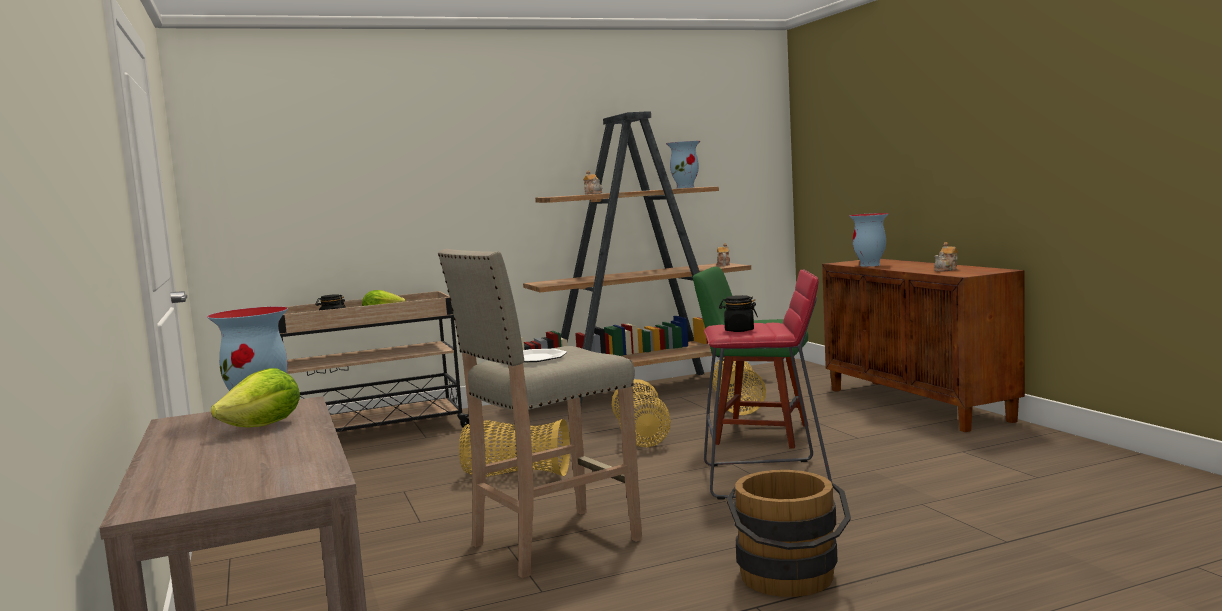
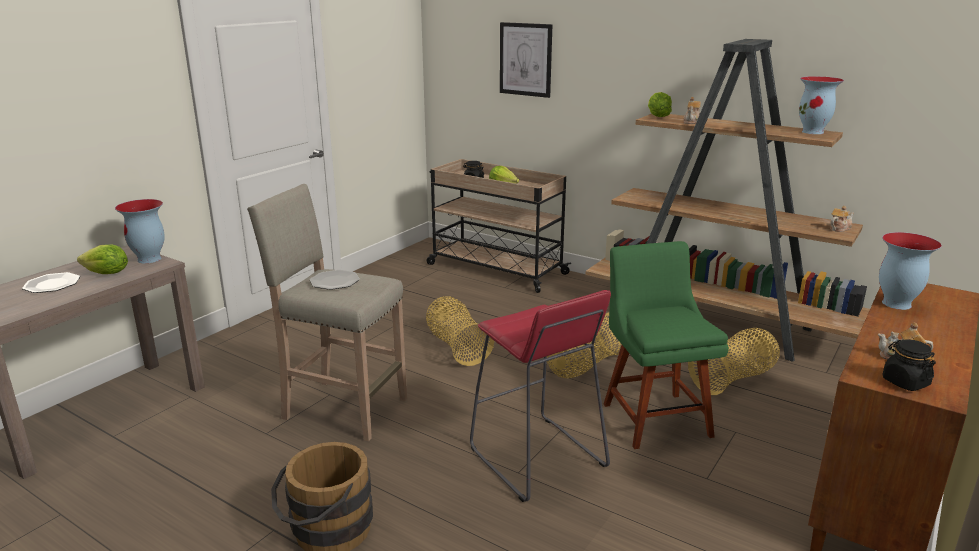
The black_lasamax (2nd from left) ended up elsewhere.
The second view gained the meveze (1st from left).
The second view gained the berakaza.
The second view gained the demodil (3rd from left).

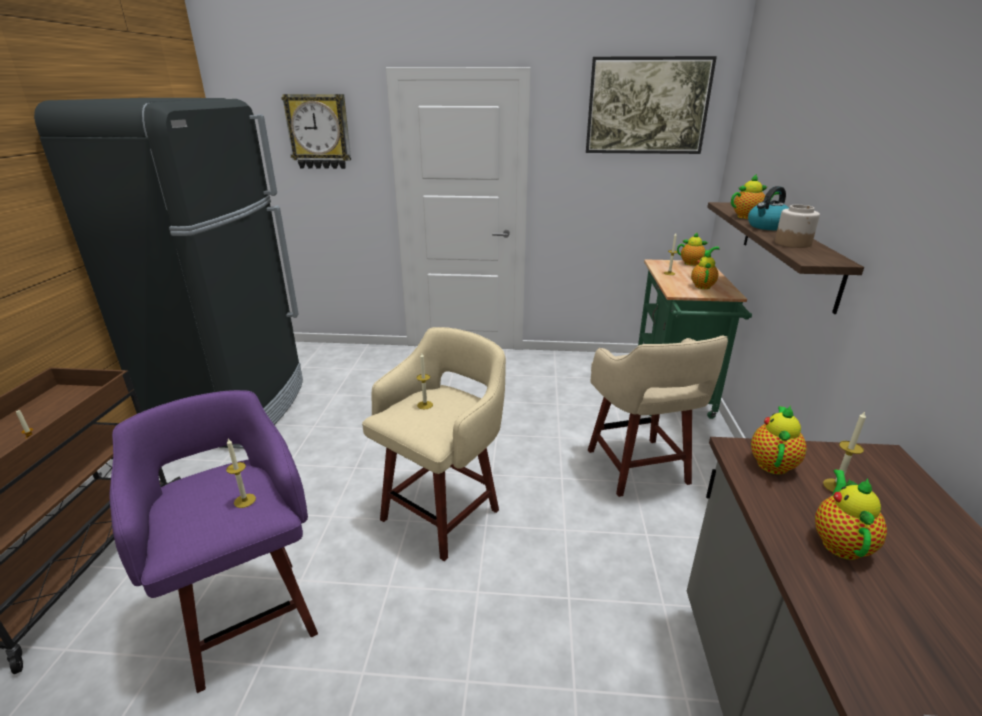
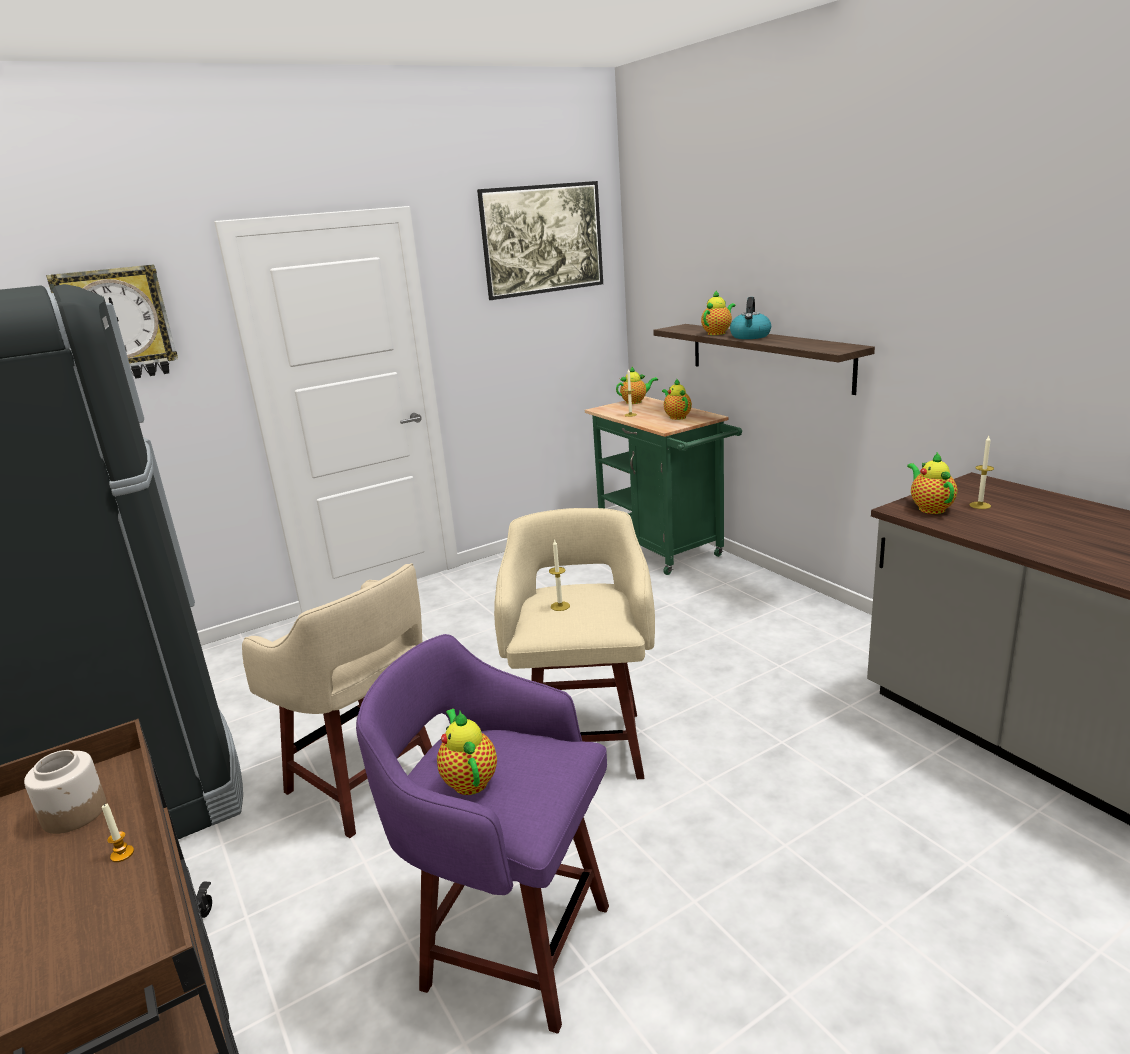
The second view lost the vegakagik (2nd from left).
The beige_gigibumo (2nd from left in the first image) ended up elsewhere.
The lasamax ended up elsewhere.
The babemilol (5th from left in the first image) ended up elsewhere.

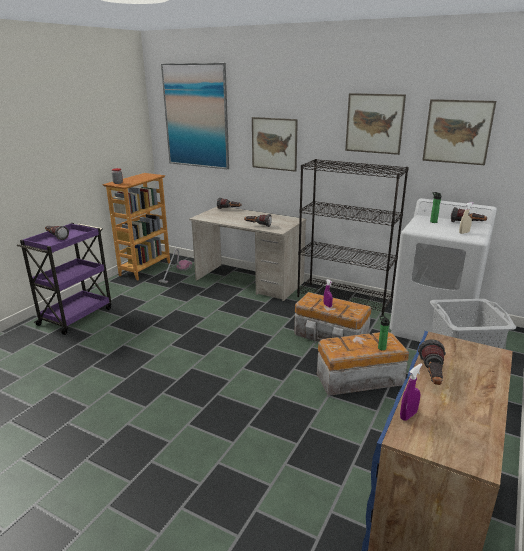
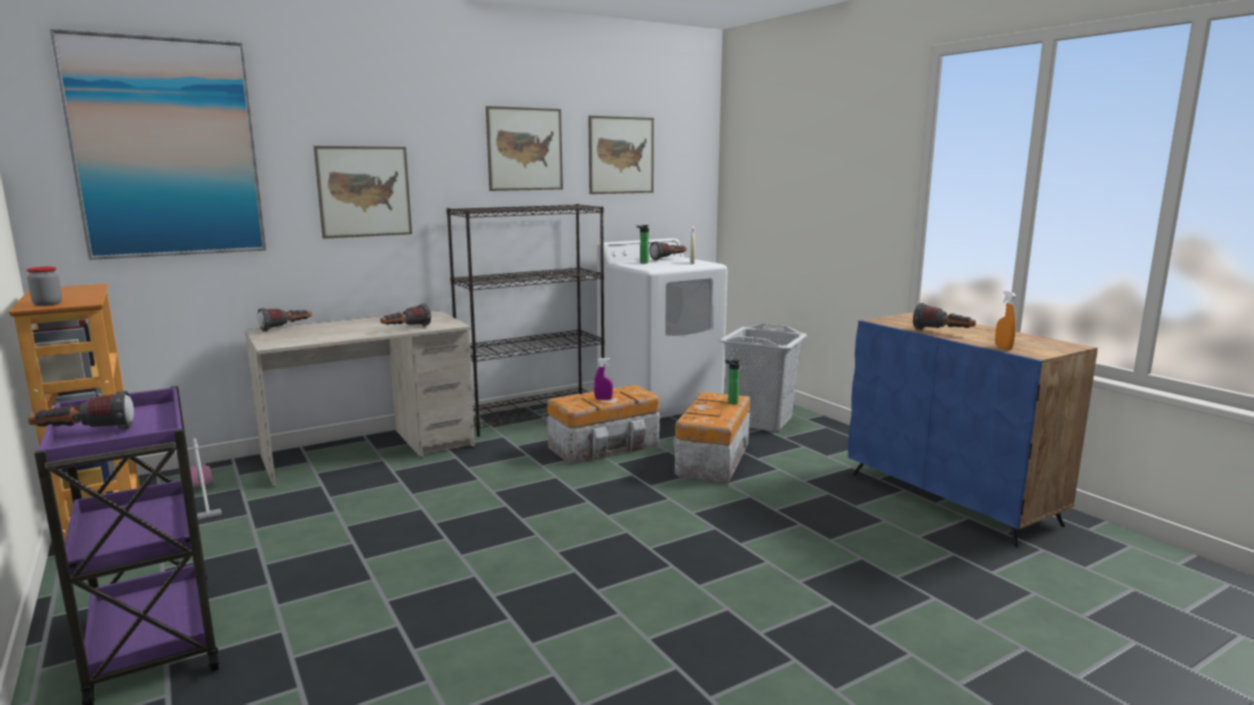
What was the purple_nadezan (2nd from left) turned into the orange_nadezan.

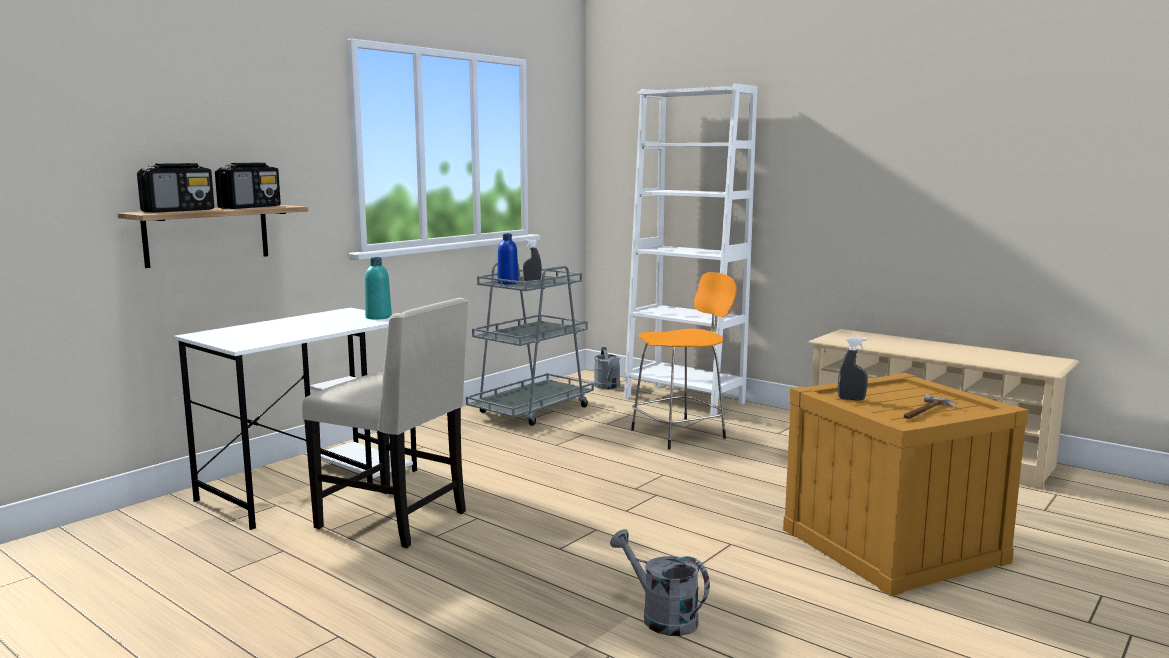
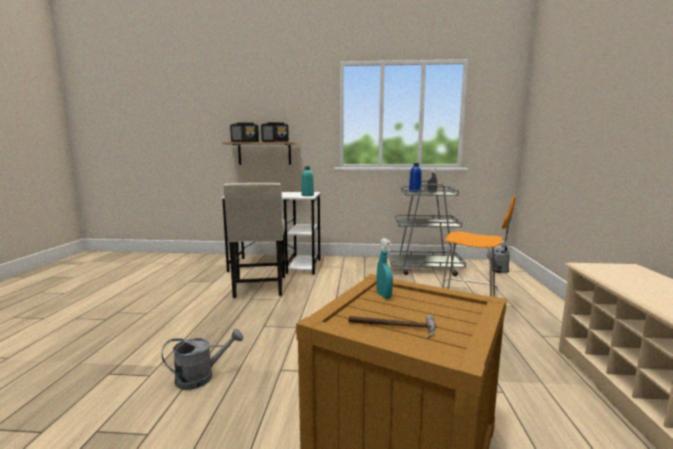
The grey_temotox (2nd from left in the first image) ended up facing another way, 60 degrees clockwise from before.
The second view lost the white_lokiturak.
What was the grey_nadezan (2nd from left) turned into the turquoise_nadezan.

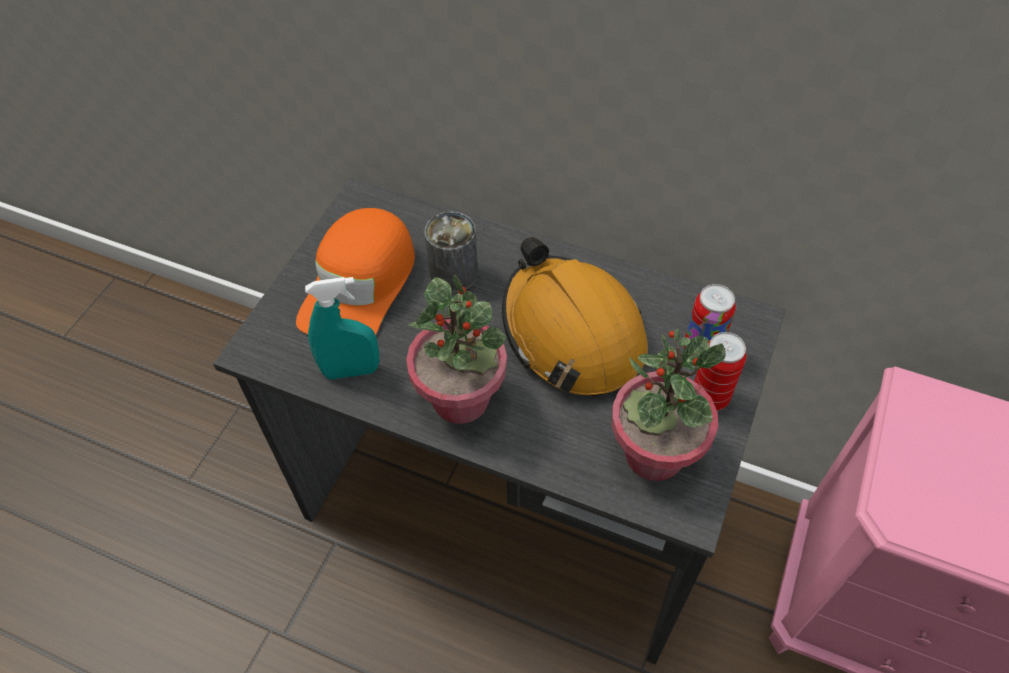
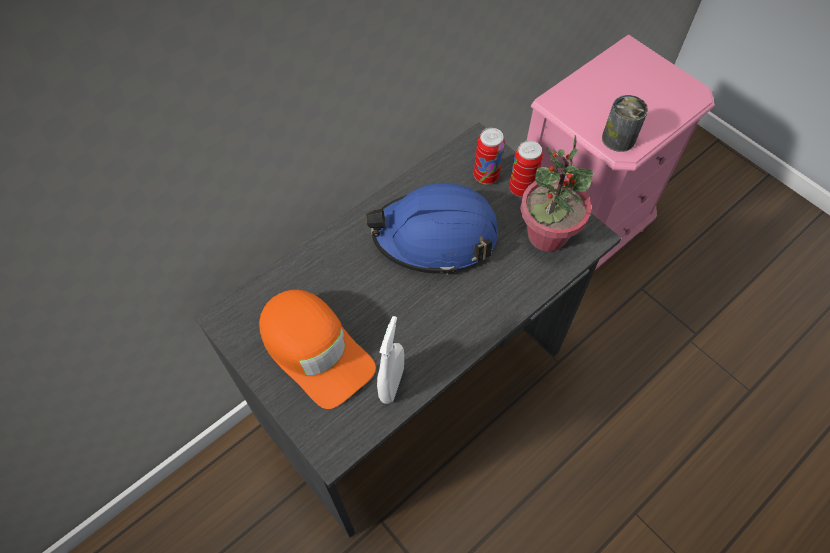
What was the turquoise_nadezan turned into the white_nadezan.
The second view lost the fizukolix (1st from left).
The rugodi (1st from left in the first image) ended up elsewhere.
What was the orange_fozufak turned into the blue_fozufak.

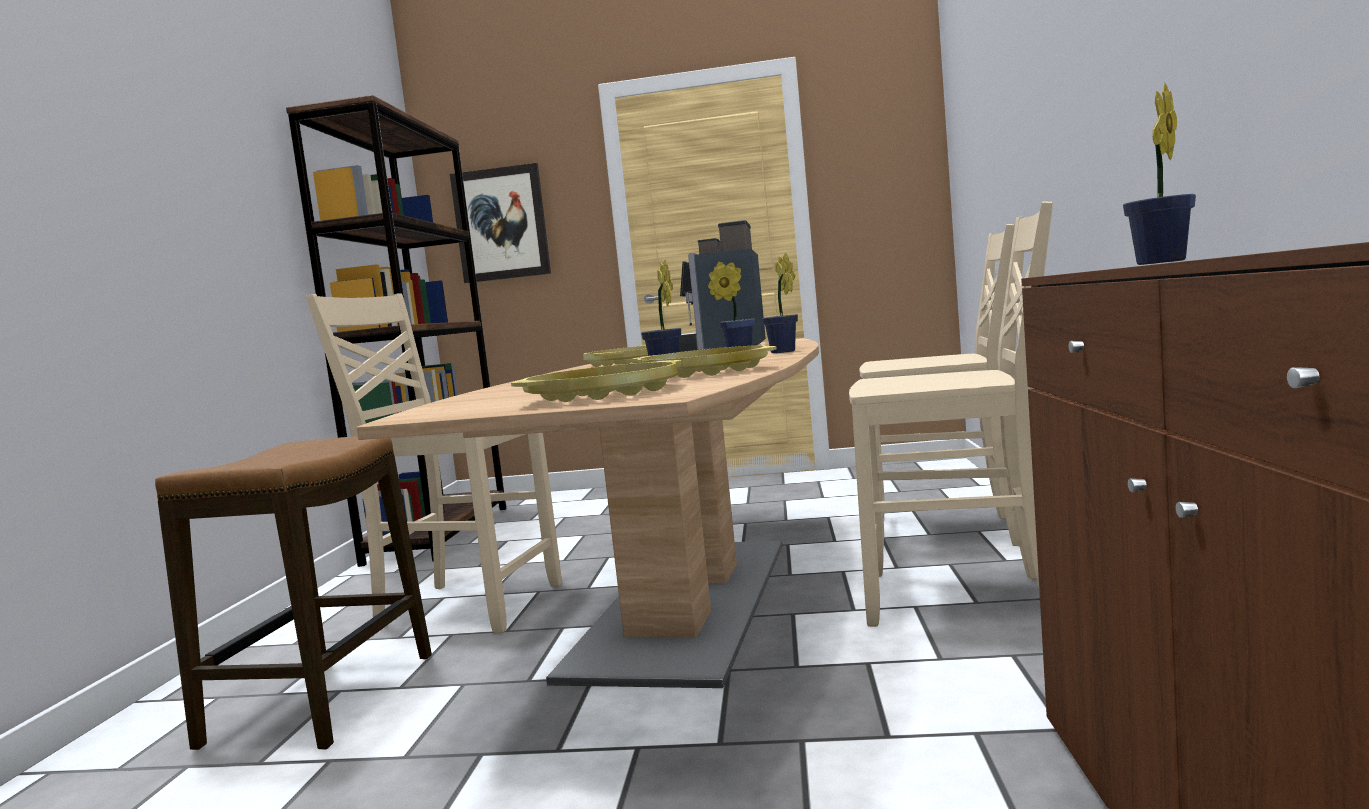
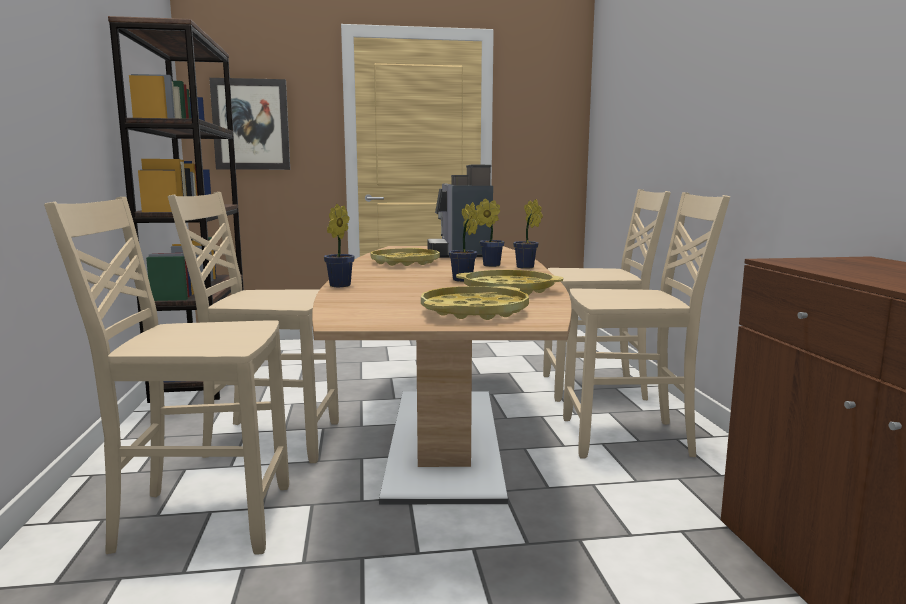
Where the gigibumo stood, the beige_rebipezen (1st from left) came to stand.
The fizukolix (4th from left in the first image) ended up elsewhere.

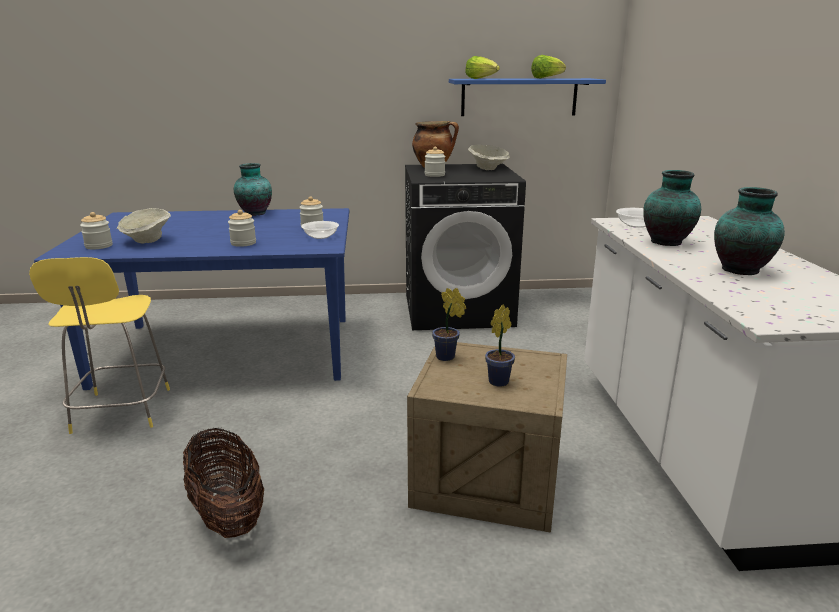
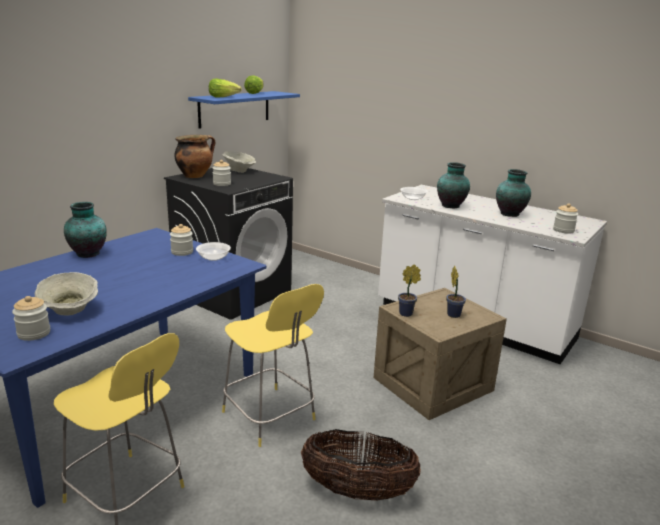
The lasamax (2nd from left in the first image) ended up elsewhere.
The second view gained the yellow_gigibumo (2nd from left).

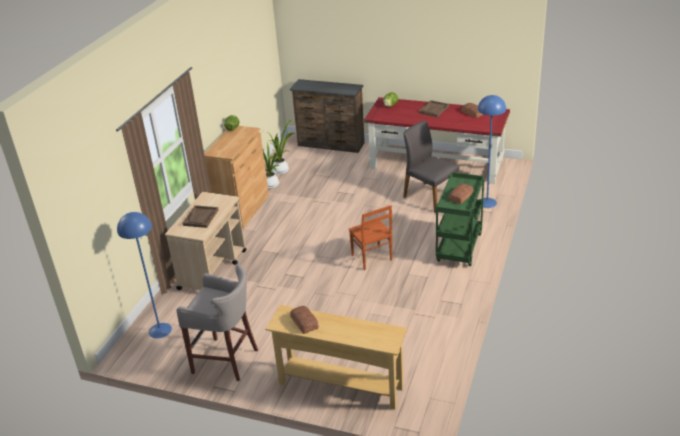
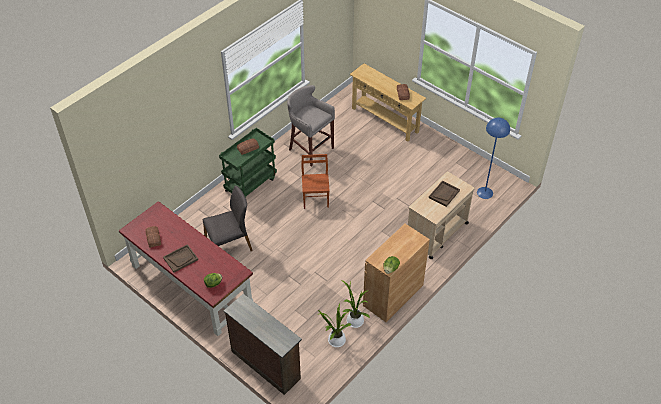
The grey_gigibumo ended up elsewhere.
The grey_rebipezen ended up facing another way, 90 degrees counterclockwise from before.
The second view lost the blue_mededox (2nd from left).

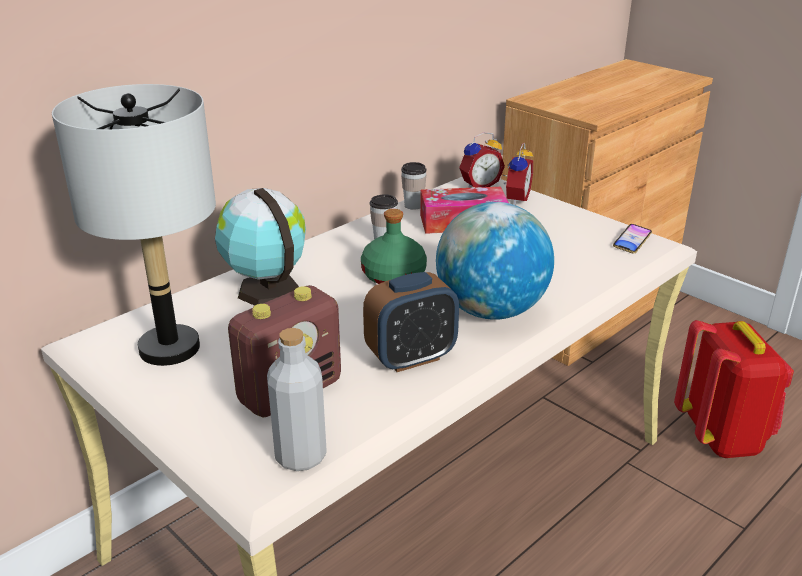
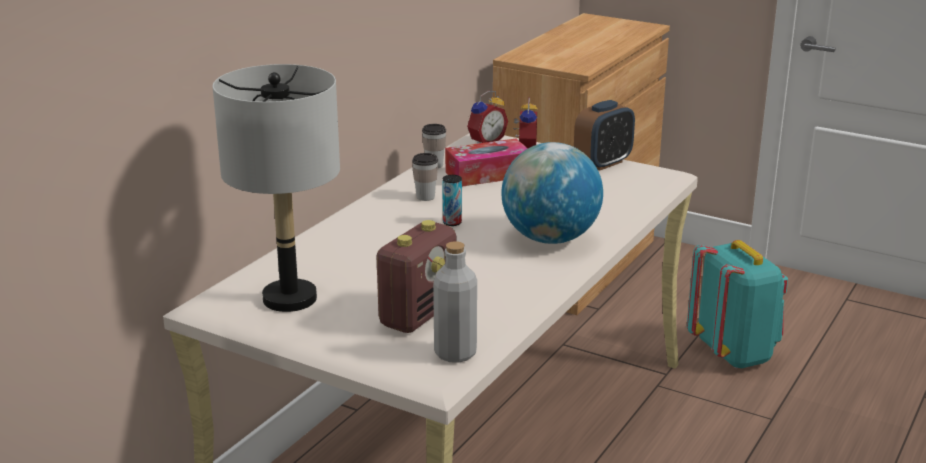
The second view lost the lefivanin (1st from left).
Where the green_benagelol stood, the rugodi came to stand.
The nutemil (1st from left in the first image) ended up elsewhere.
The second view lost the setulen.
What was the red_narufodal turned into the turquoise_narufodal.

